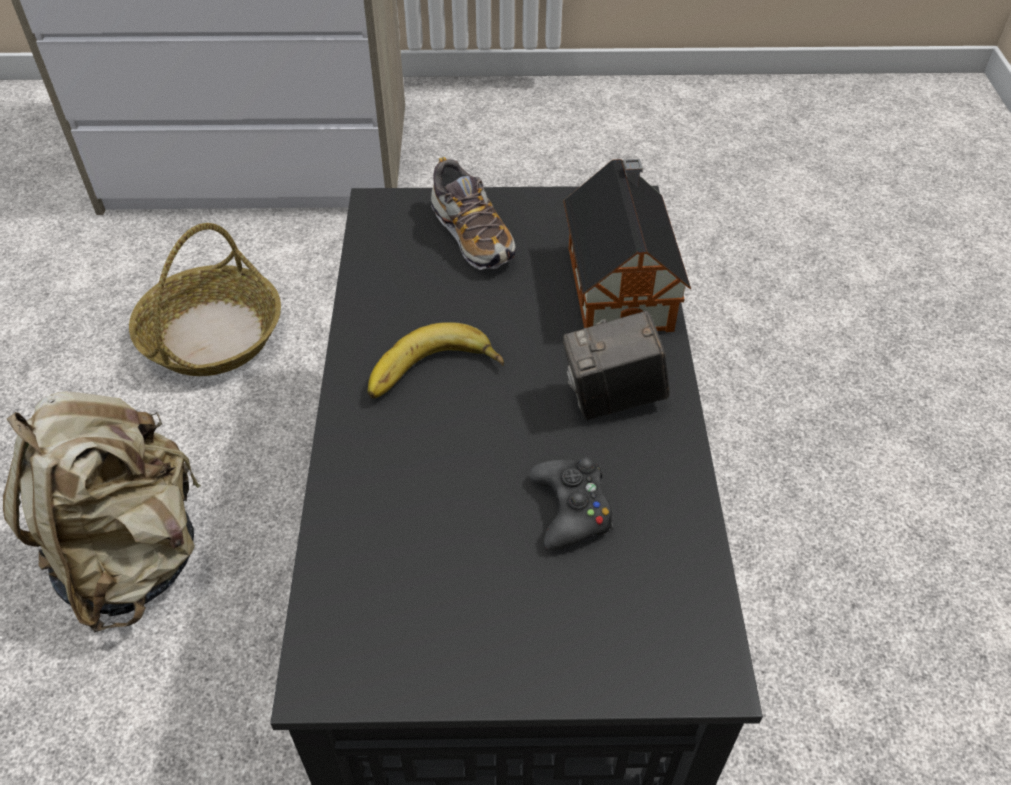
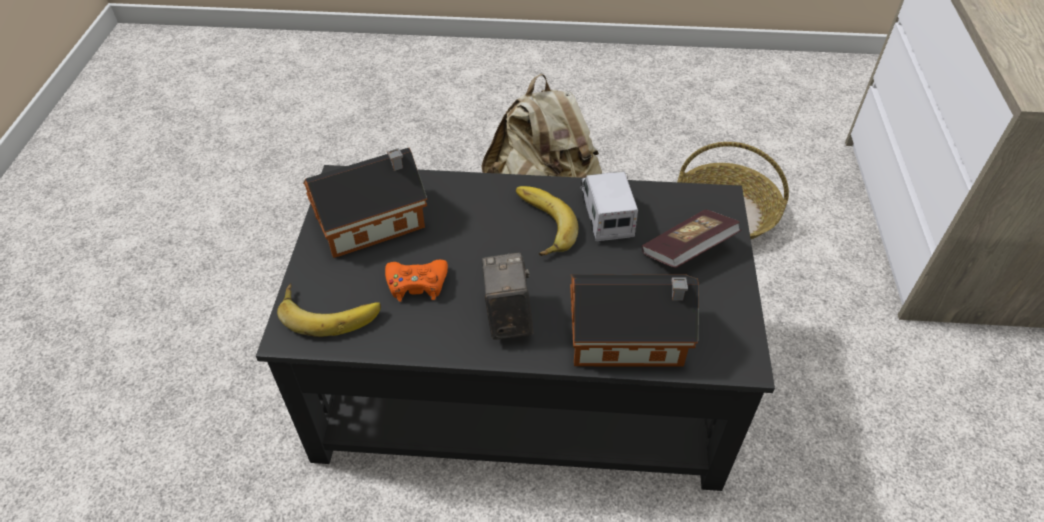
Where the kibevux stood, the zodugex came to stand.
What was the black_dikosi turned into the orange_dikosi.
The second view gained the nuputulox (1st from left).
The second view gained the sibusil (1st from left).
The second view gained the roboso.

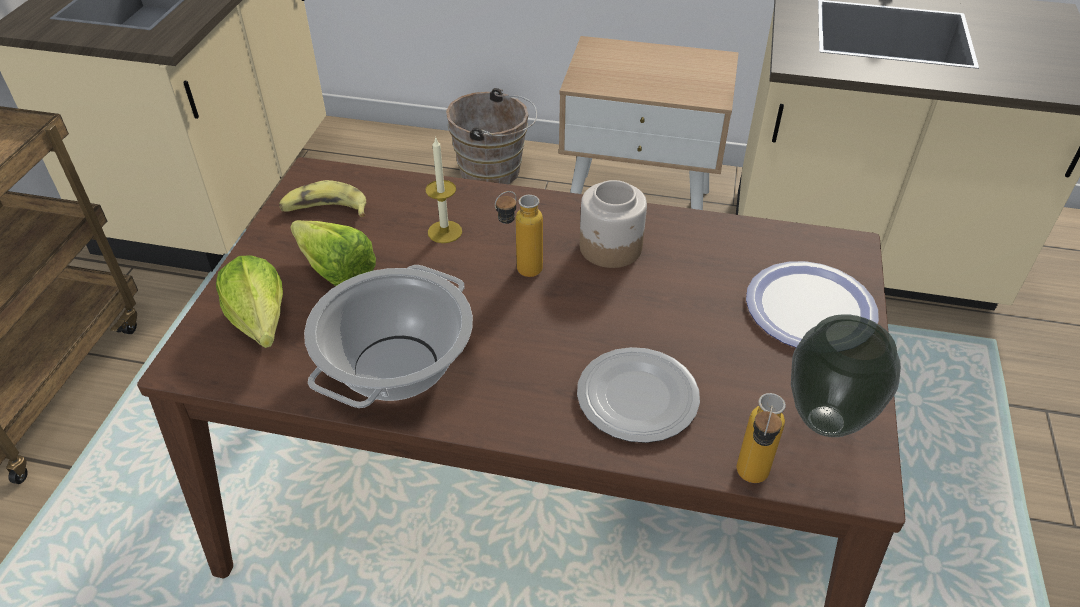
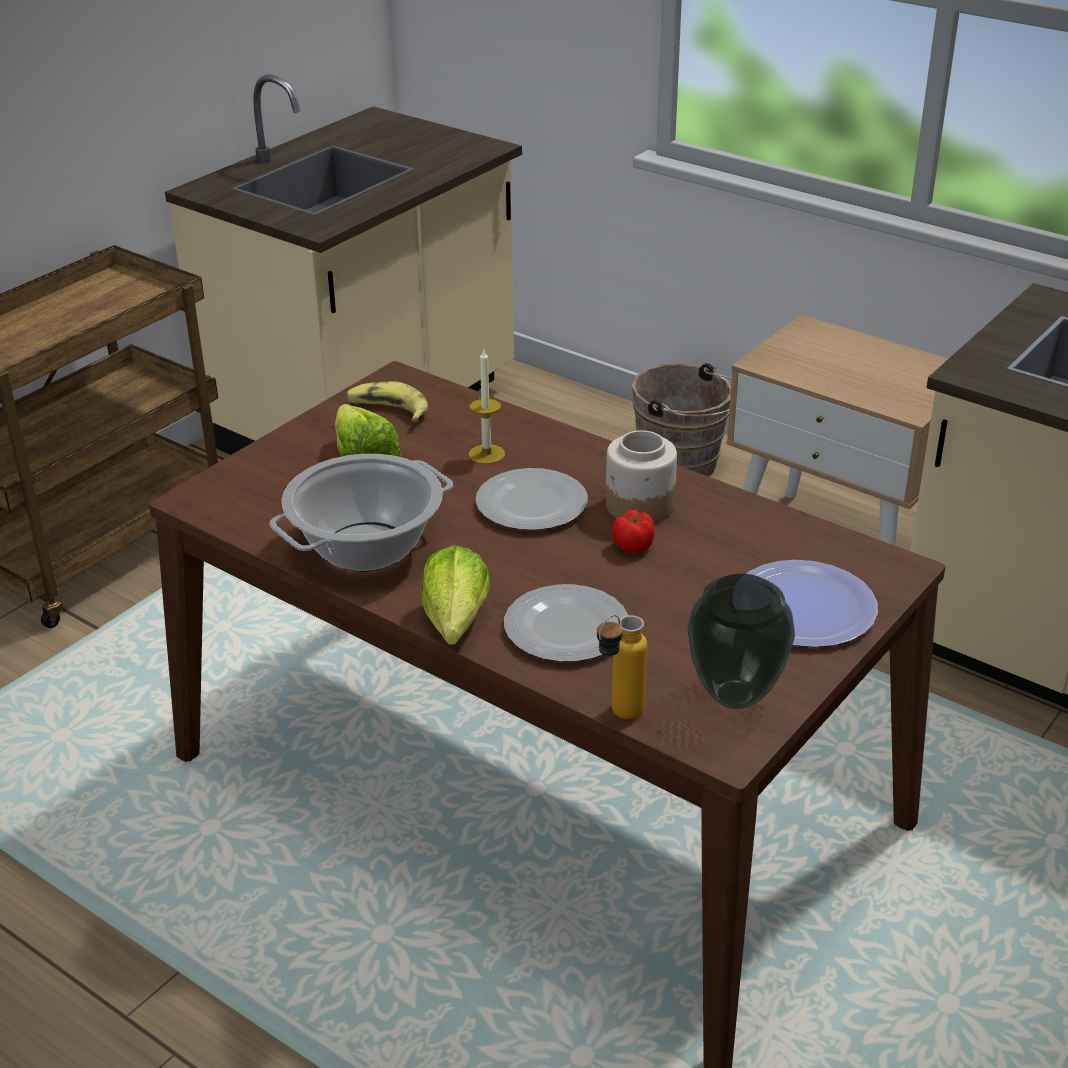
The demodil (1st from left in the first image) ended up elsewhere.
Where the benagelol (1st from left) stood, the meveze (1st from left) came to stand.
The second view gained the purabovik.

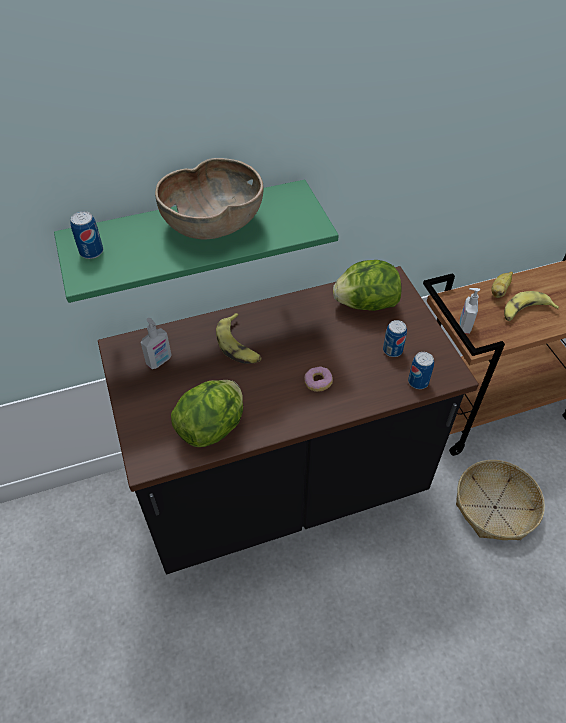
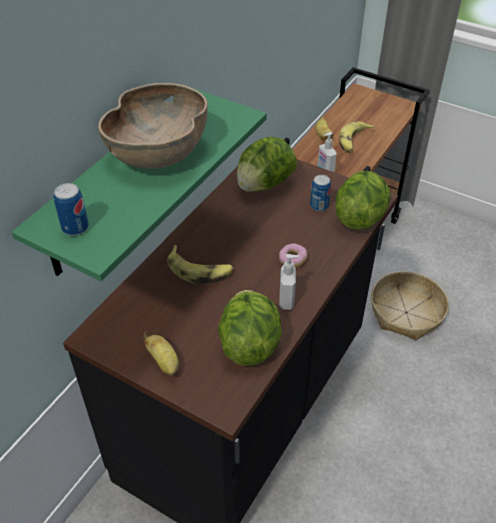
The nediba (1st from left) ended up elsewhere.
Where the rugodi (3rd from left) stood, the demodil (3rd from left) came to stand.
The second view gained the nuputulox (1st from left).

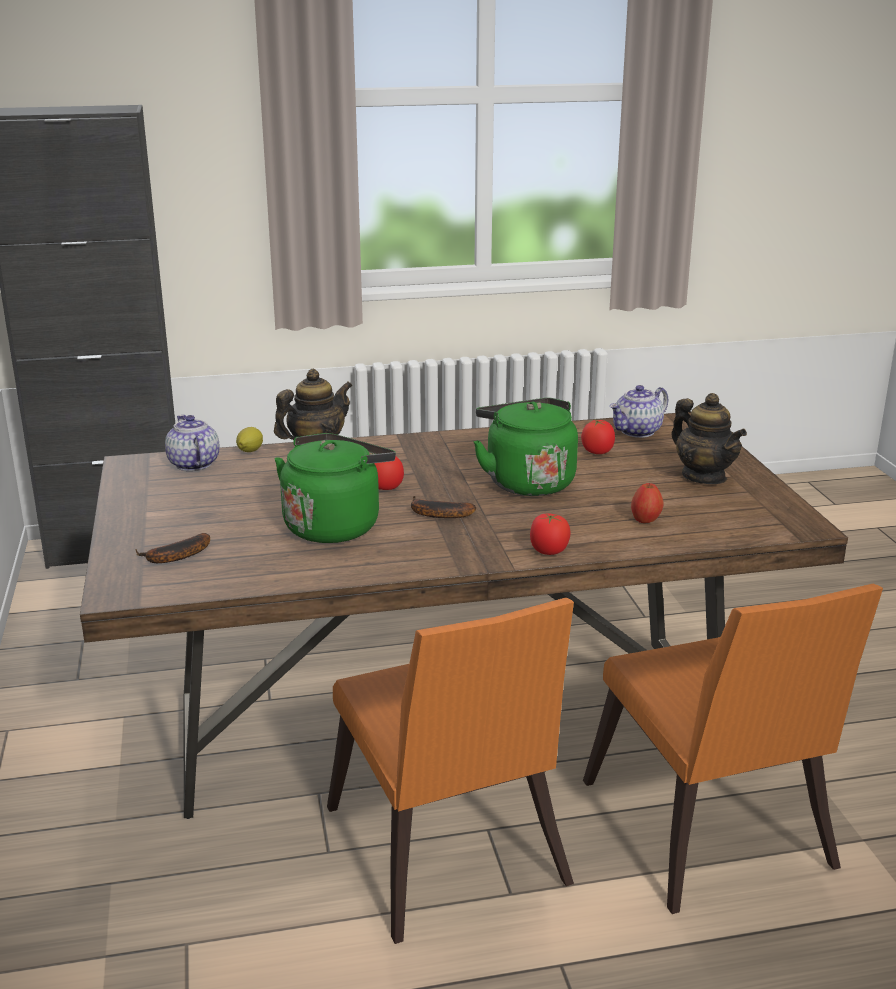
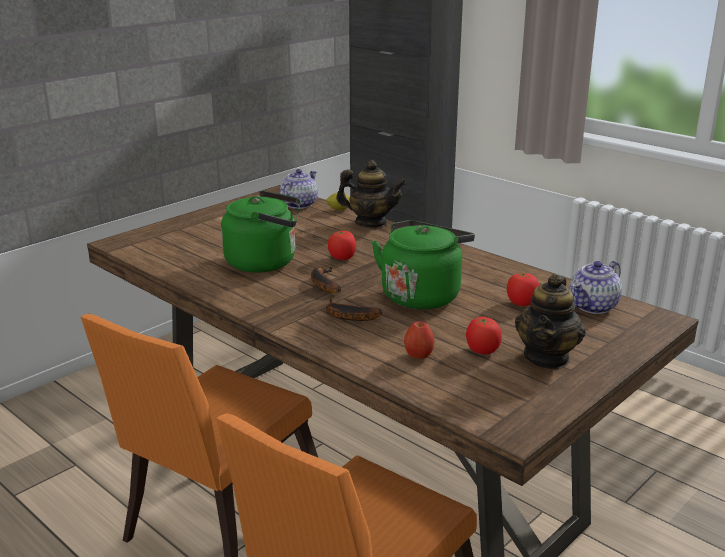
The nuputulox (1st from left in the first image) ended up elsewhere.
The purabovik (2nd from left) ended up elsewhere.
The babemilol (3rd from left in the first image) ended up facing another way, 60 degrees counterclockwise from before.

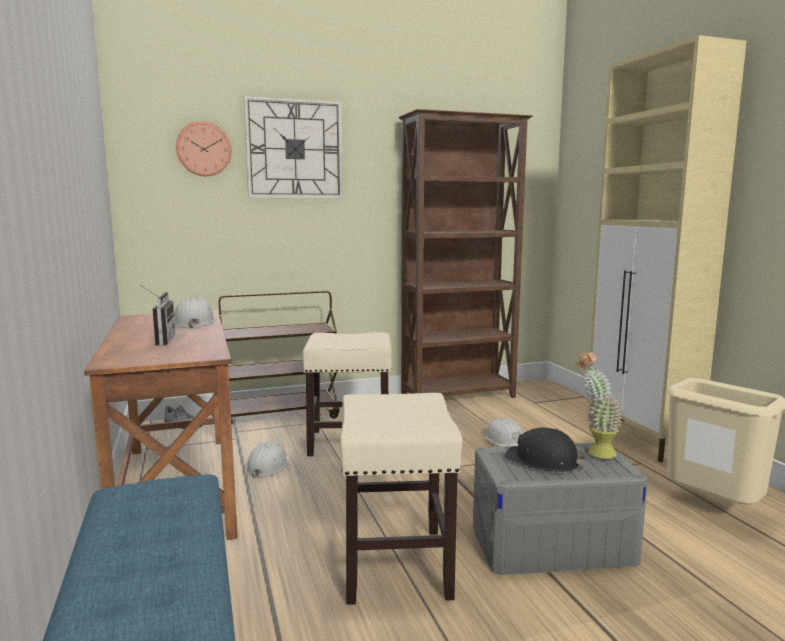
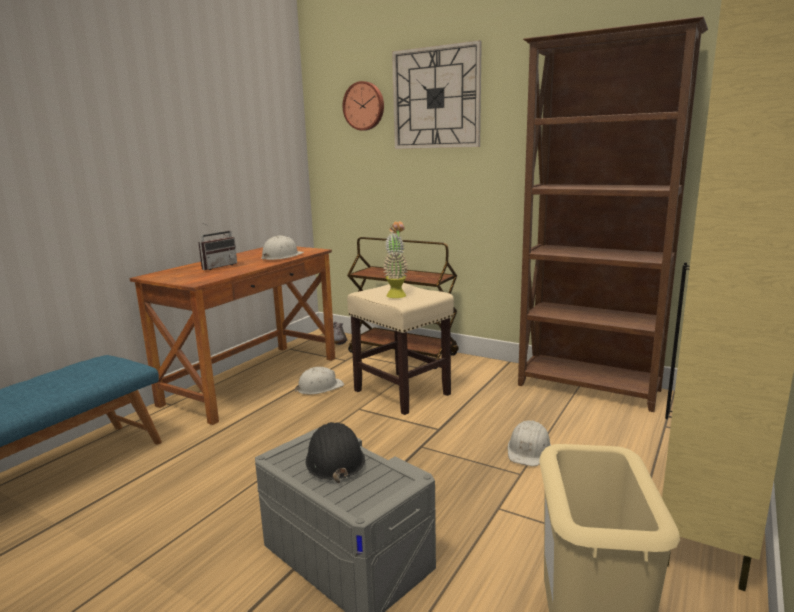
The second view lost the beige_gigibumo (2nd from left).
The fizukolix ended up elsewhere.

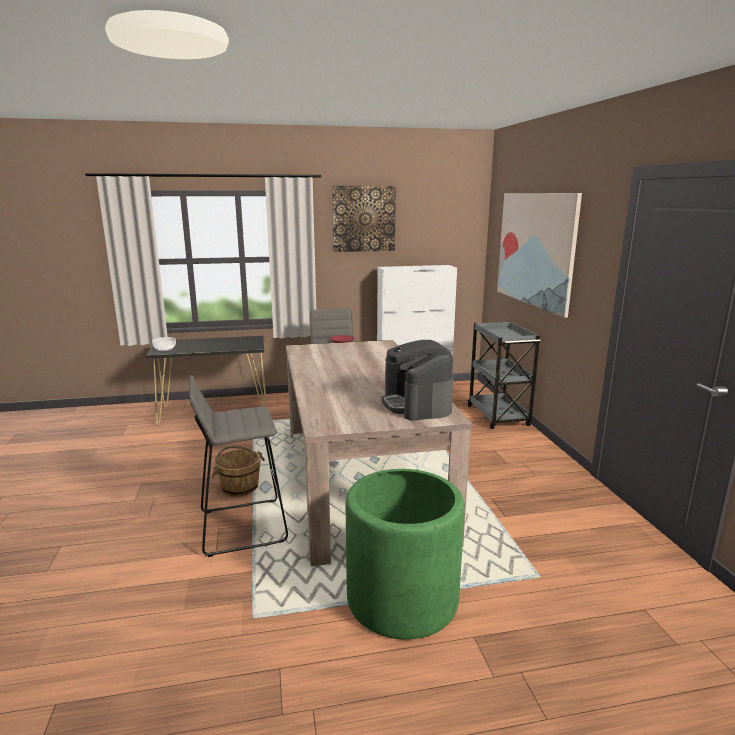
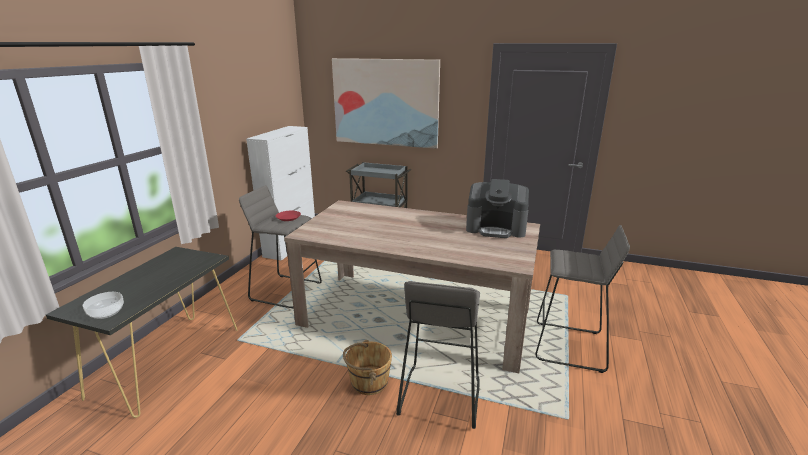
The second view lost the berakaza (1st from left).
Where the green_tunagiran stood, the grey_gigibumo (3rd from left) came to stand.

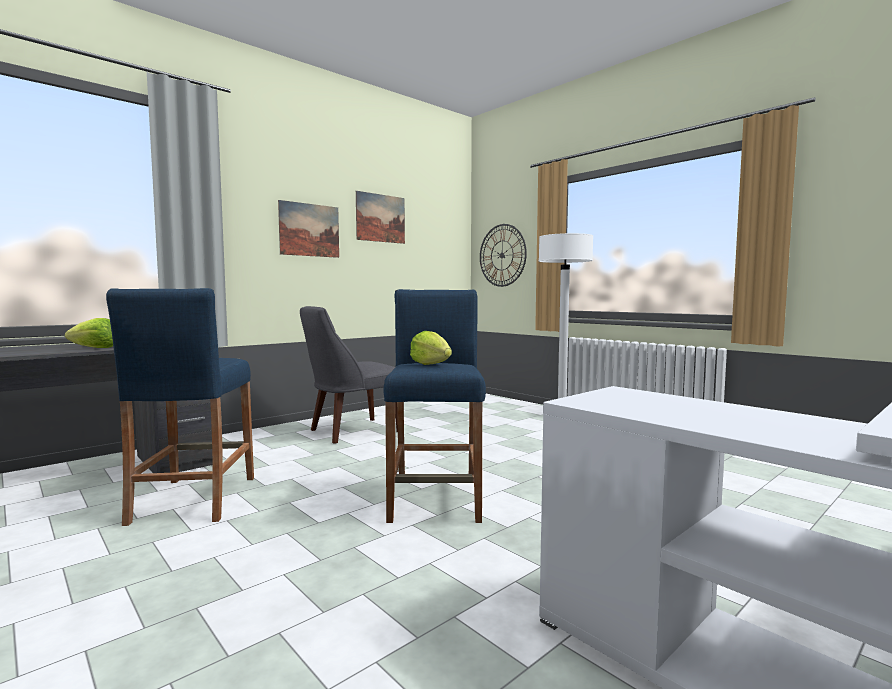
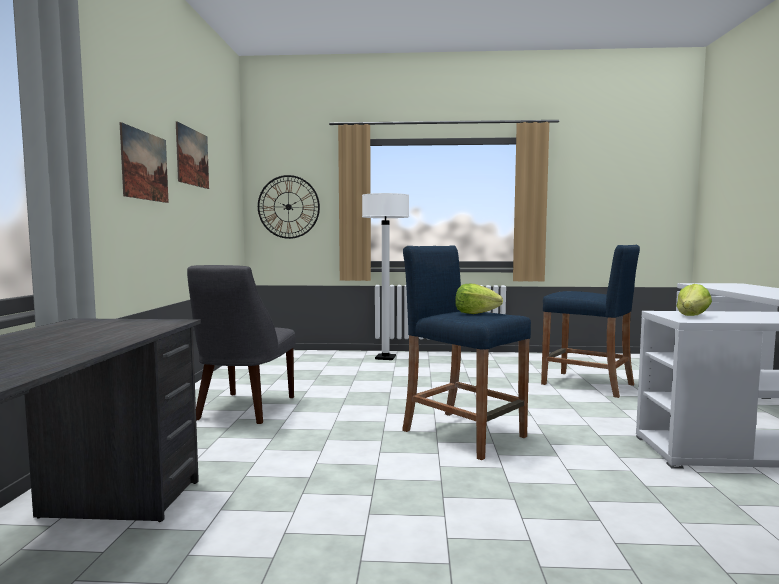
The demodil (1st from left in the first image) ended up elsewhere.
The blue_gigibumo (1st from left in the first image) ended up elsewhere.

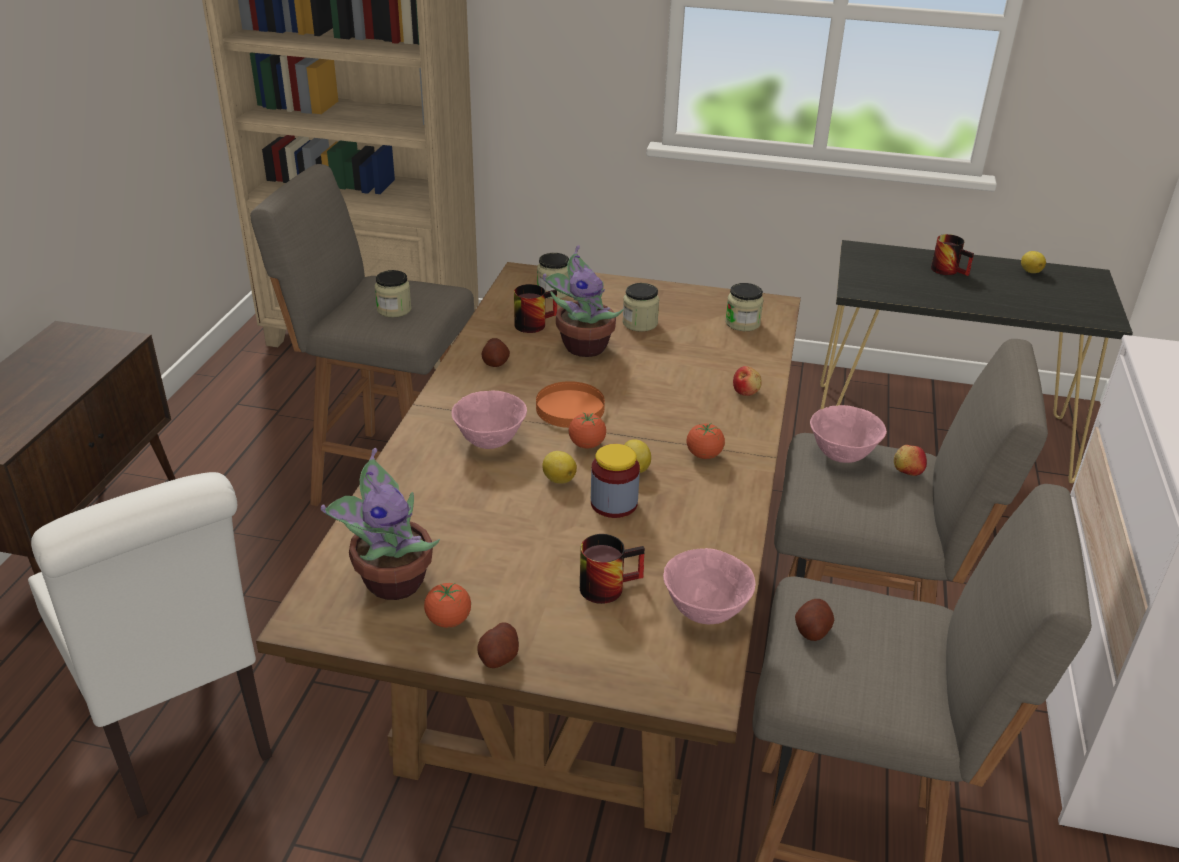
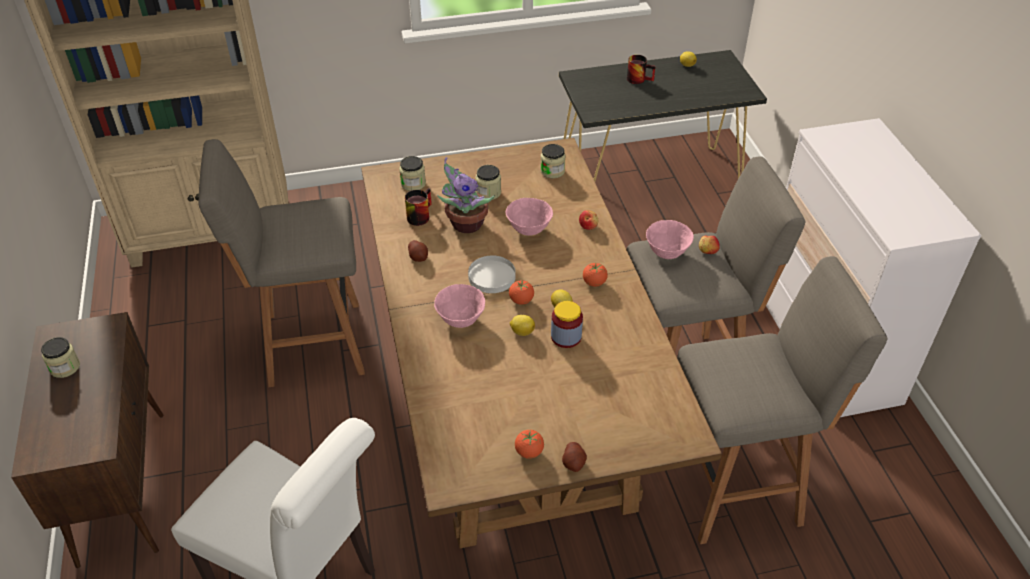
The second view lost the fizukolix (1st from left).
The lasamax (1st from left) ended up elsewhere.
What was the orange_meveze turned into the white_meveze.
The second view lost the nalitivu (2nd from left).
The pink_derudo (2nd from left) ended up elsewhere.
The second view lost the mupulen (3rd from left).

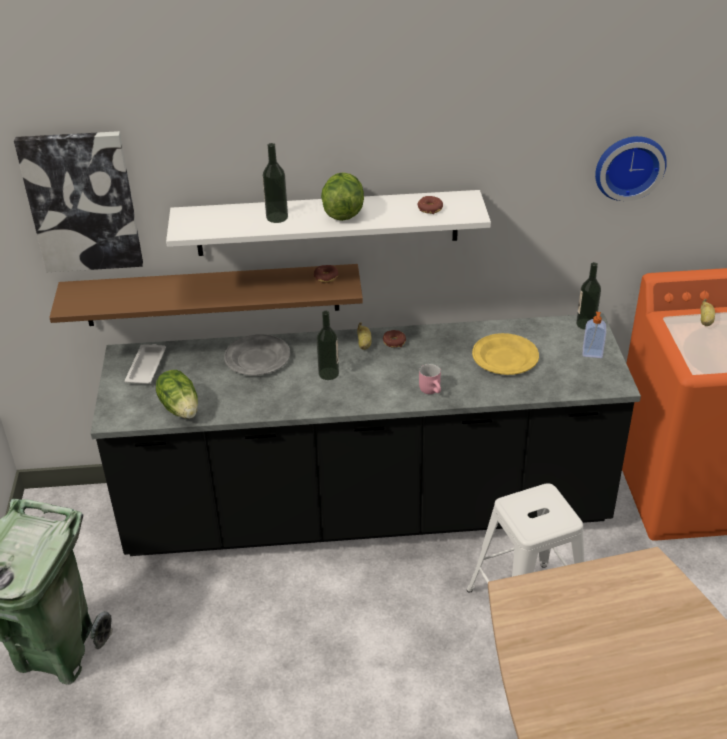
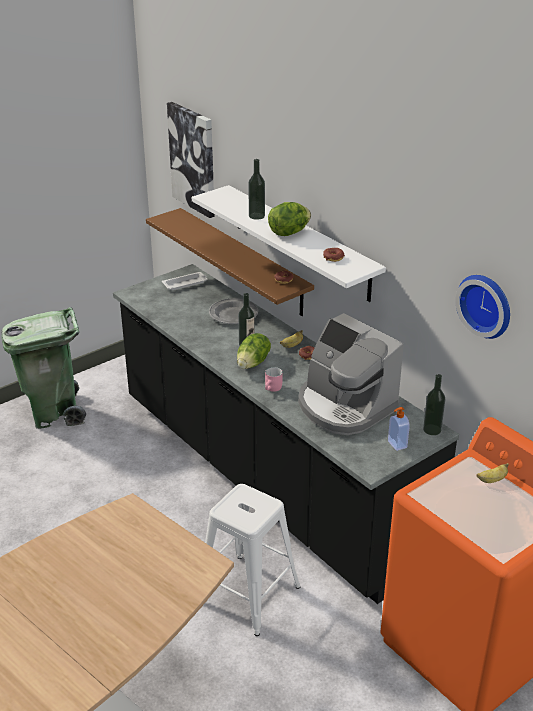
The demodil (1st from left) ended up elsewhere.
Where the yellow_meveze stood, the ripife came to stand.

